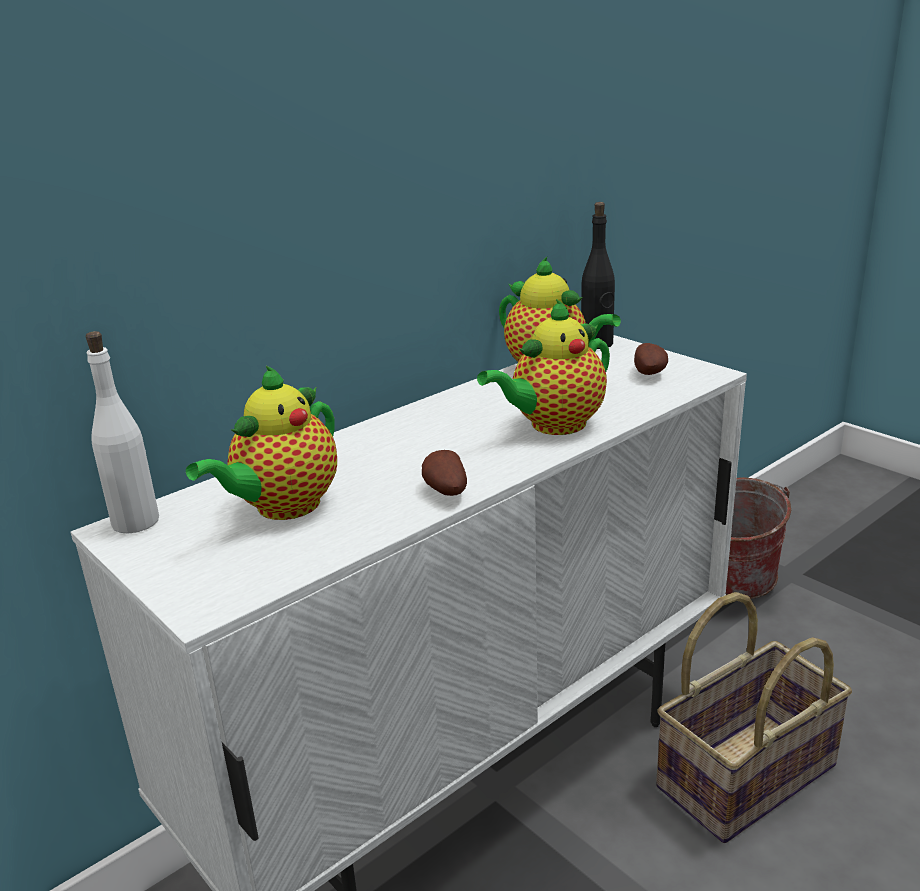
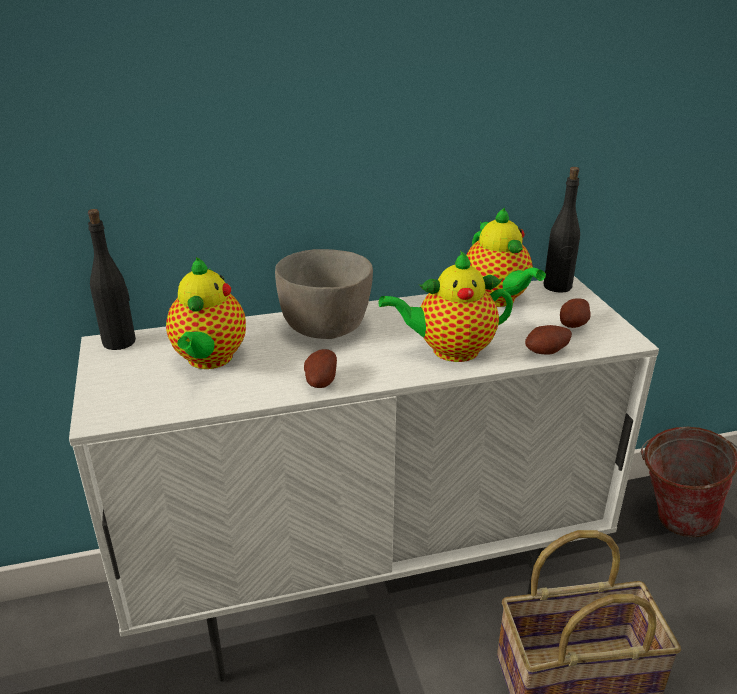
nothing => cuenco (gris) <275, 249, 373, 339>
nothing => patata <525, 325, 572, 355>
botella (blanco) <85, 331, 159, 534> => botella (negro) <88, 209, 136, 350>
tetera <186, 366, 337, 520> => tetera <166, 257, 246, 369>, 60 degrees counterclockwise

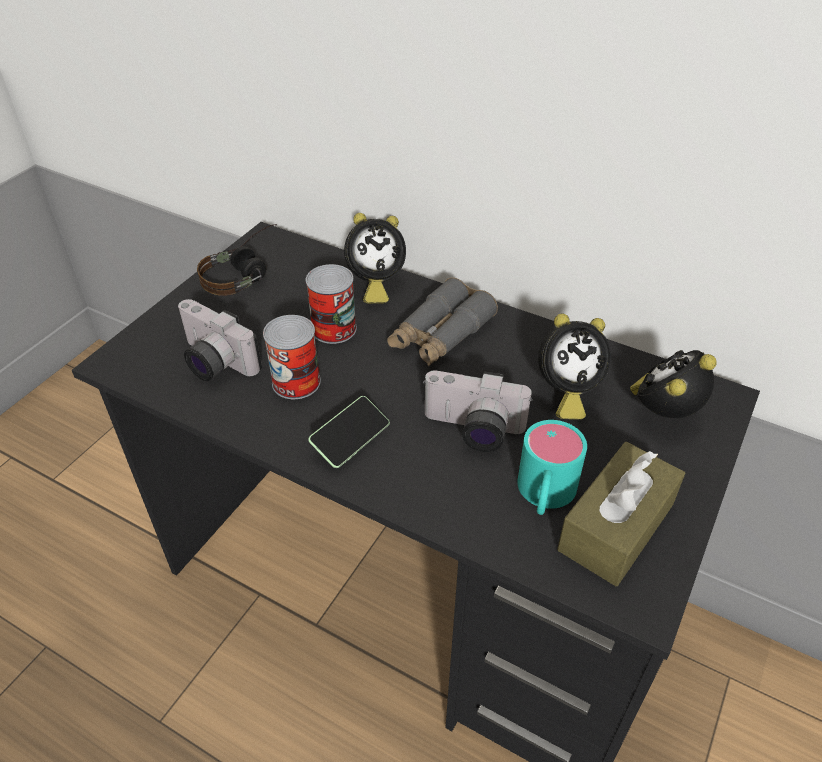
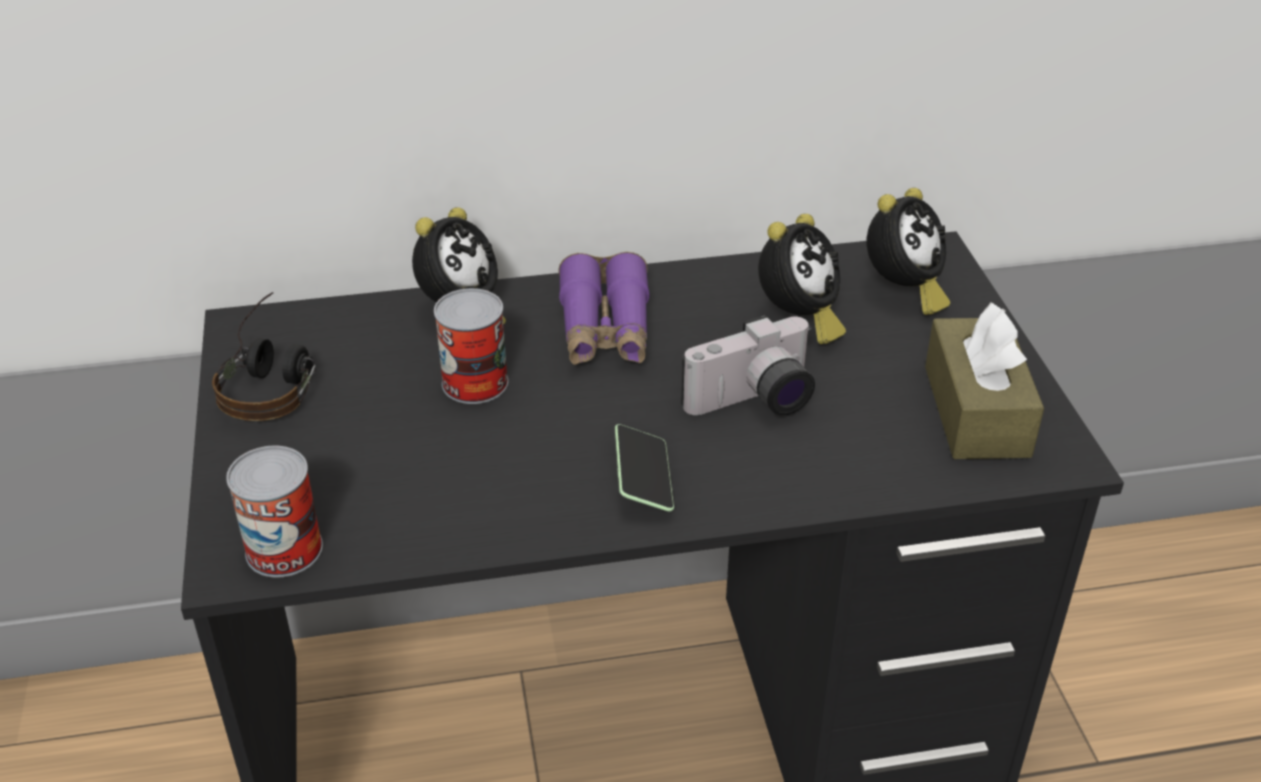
cámara <178, 299, 262, 381> => nothing
taza grande (turquesa) <517, 420, 587, 515> => nothing
lata <263, 315, 321, 399> => lata <226, 446, 323, 578>, move
prismáticos (gris) <387, 277, 498, 366> => prismáticos (morado) <558, 252, 649, 365>
despertador <630, 350, 717, 418> => despertador <866, 188, 950, 315>, 150 degrees counterclockwise

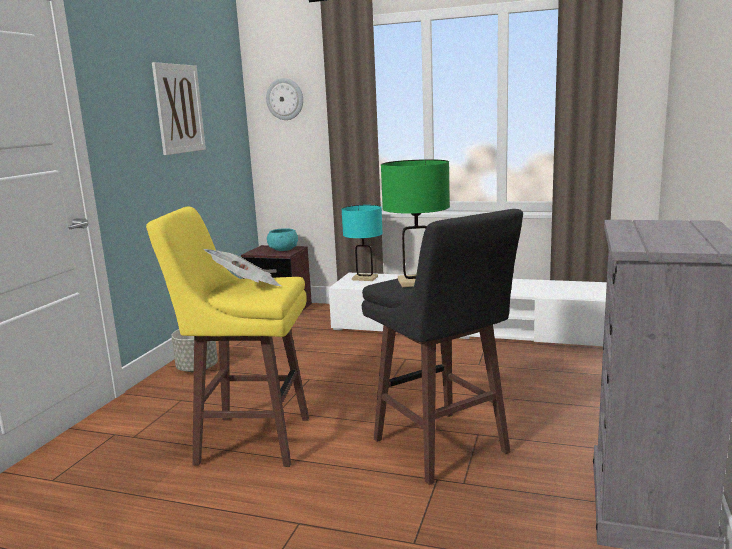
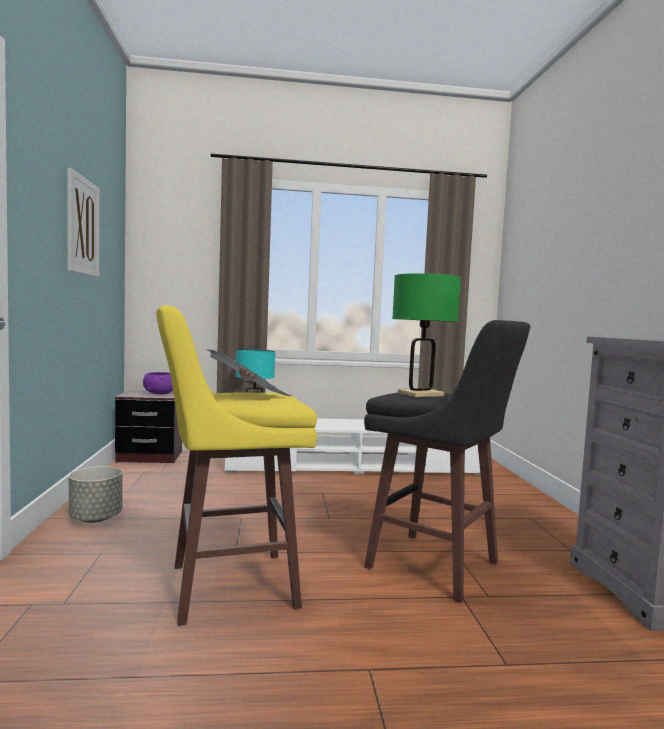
reloj de pared <266, 78, 303, 120> => nothing
cuenco (turquesa) <267, 228, 298, 251> => cuenco (morado) <143, 372, 173, 394>

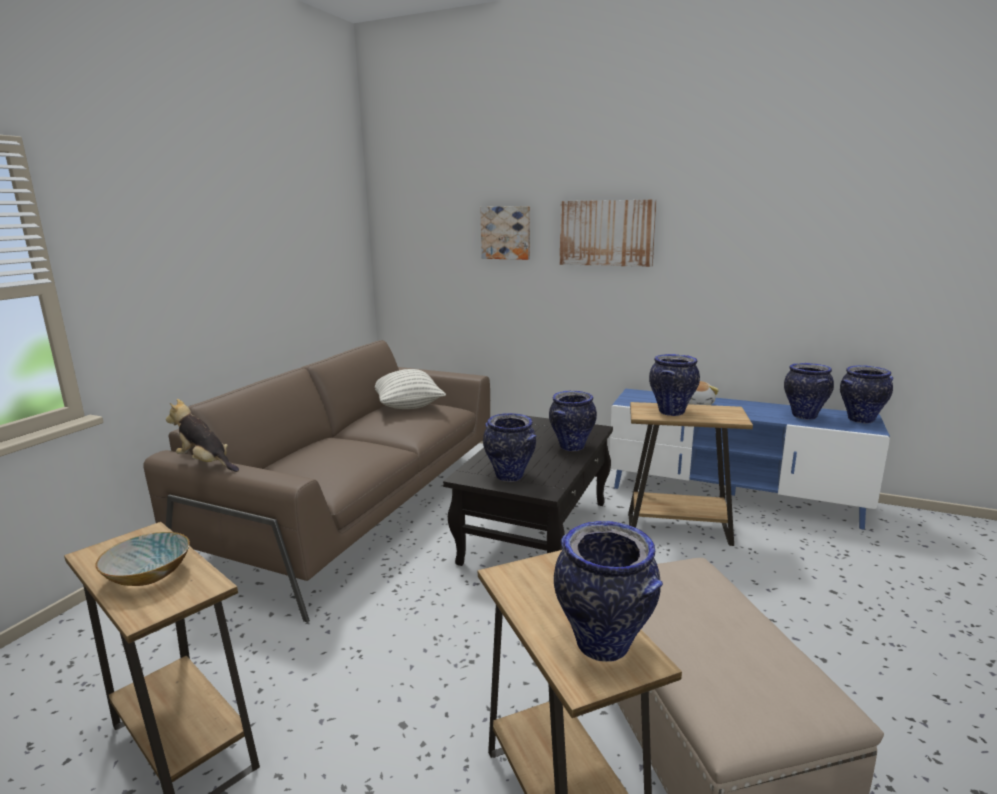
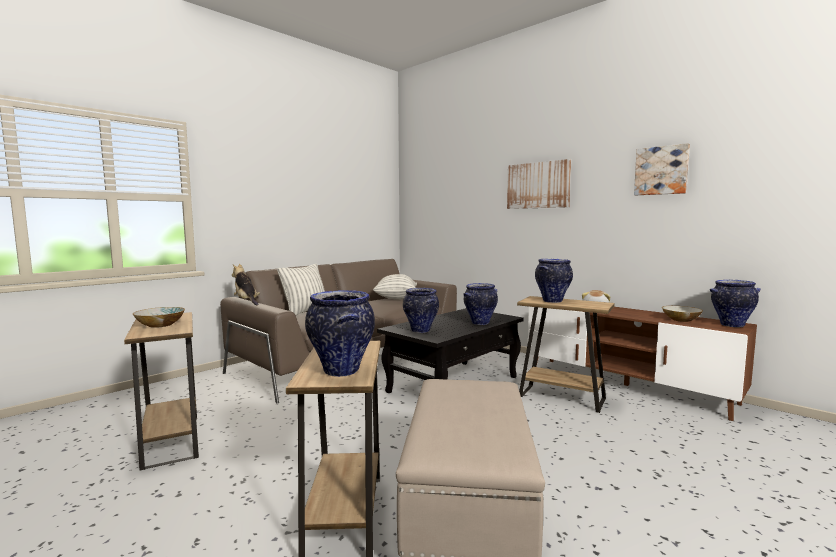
nothing => cojín <277, 264, 325, 315>
cuadro <480, 206, 530, 260> => cuadro <634, 143, 690, 195>, move
florero <784, 363, 834, 420> => cuenco <662, 306, 703, 322>
mueble de televisión (azul) <609, 389, 890, 530> => mueble de televisión (marrón) <528, 307, 757, 421>

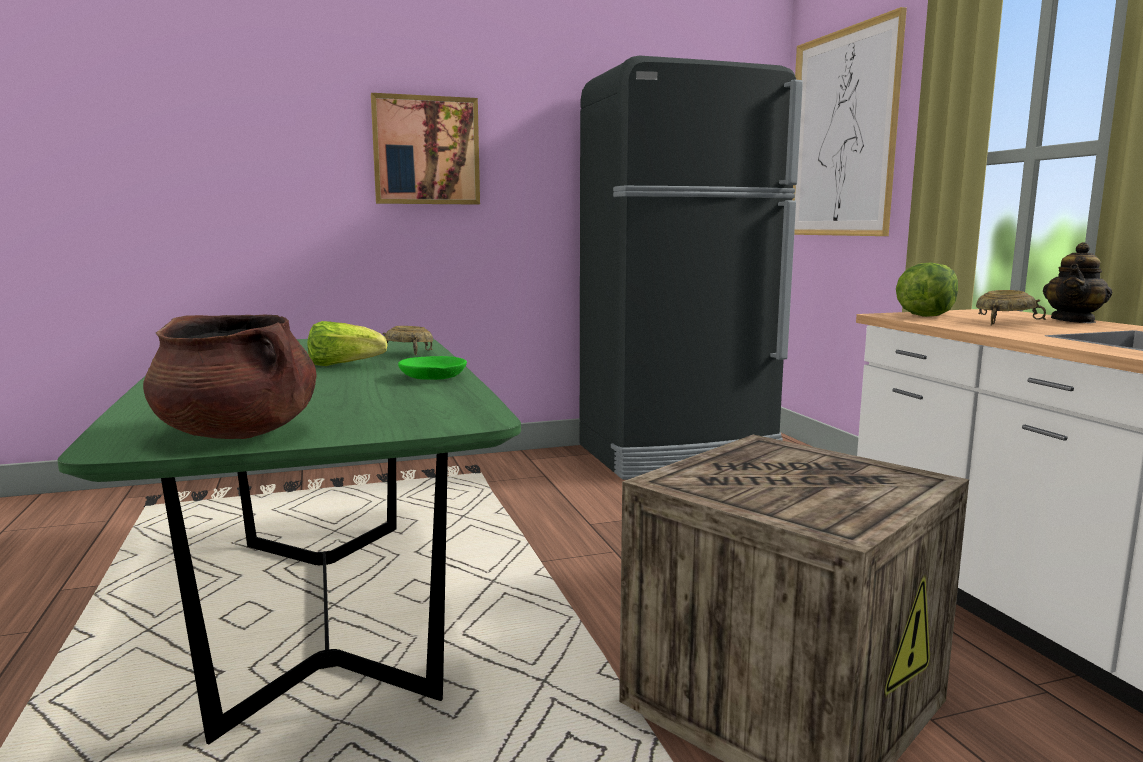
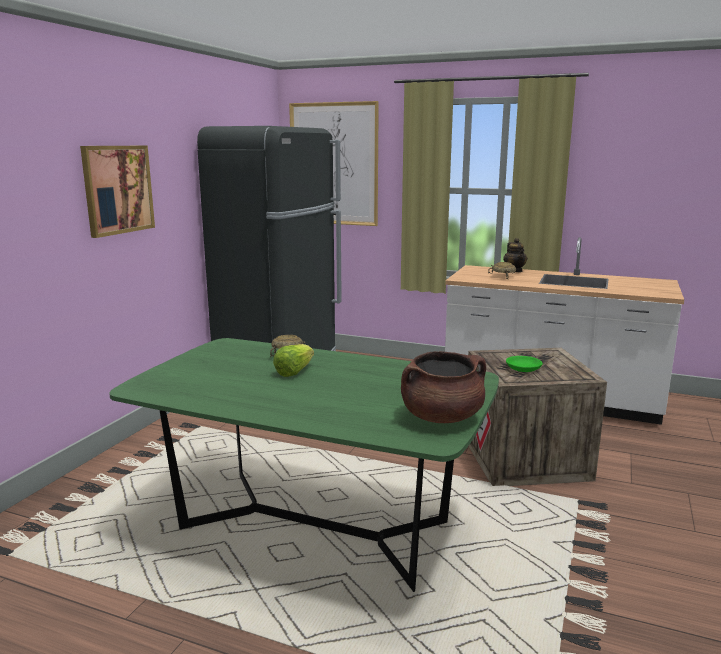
lechuga <896, 262, 958, 317> => nothing
cuenco (verde) <398, 356, 467, 380> => cuenco (verde) <506, 356, 543, 372>, move

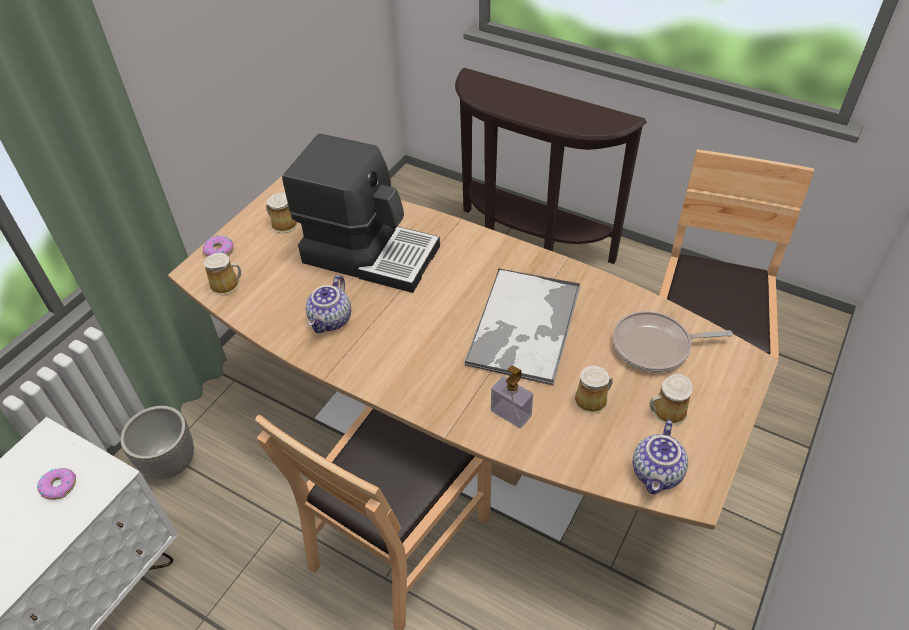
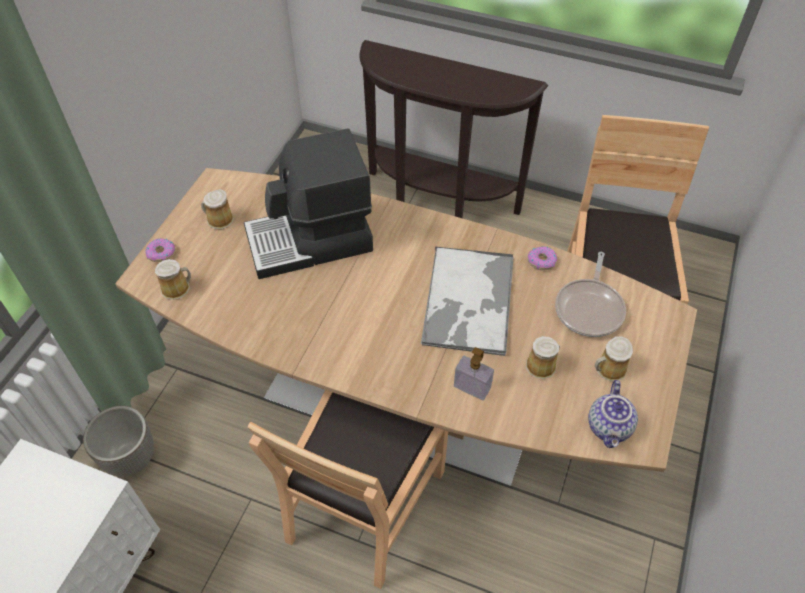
tetera <306, 275, 351, 333> => nothing
rosquilla <37, 468, 76, 500> => rosquilla <527, 246, 557, 270>, move
cafetera <282, 133, 440, 293> => cafetera <244, 129, 373, 279>, 150 degrees clockwise
sartén <613, 311, 733, 372> => sartén <555, 252, 626, 337>, 60 degrees counterclockwise

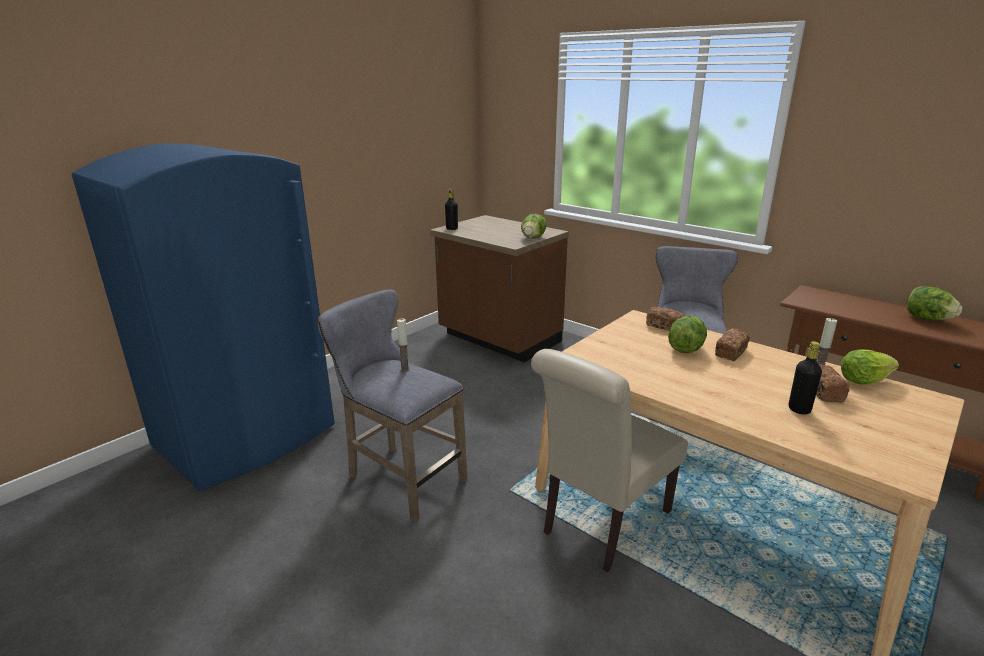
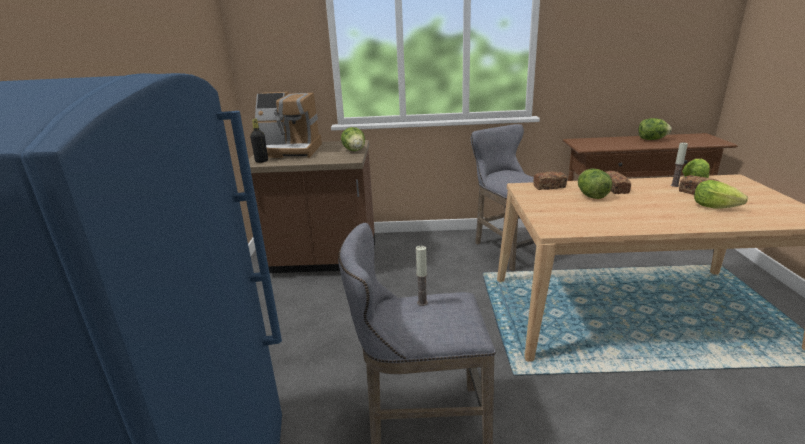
silla (beis) <531, 349, 688, 573> => nothing
nothing => cafetera <255, 92, 322, 158>
botella (negro) <789, 341, 822, 415> => lechuga <694, 180, 748, 209>

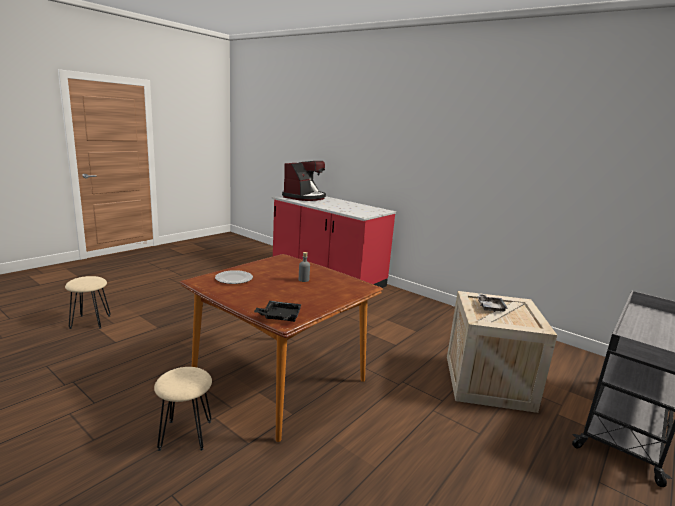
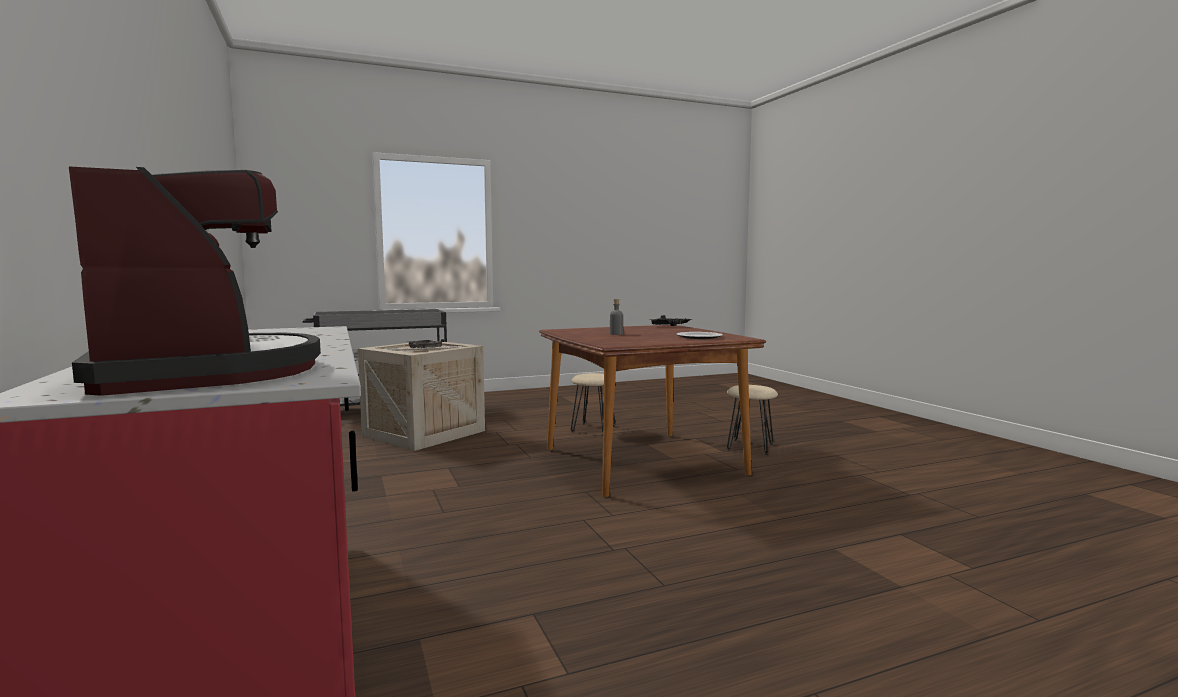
taburete (beis) <65, 276, 110, 329> => taburete (beis) <571, 373, 616, 433>, move
cafetera <282, 161, 326, 201> => cafetera <69, 166, 321, 396>, 90 degrees clockwise

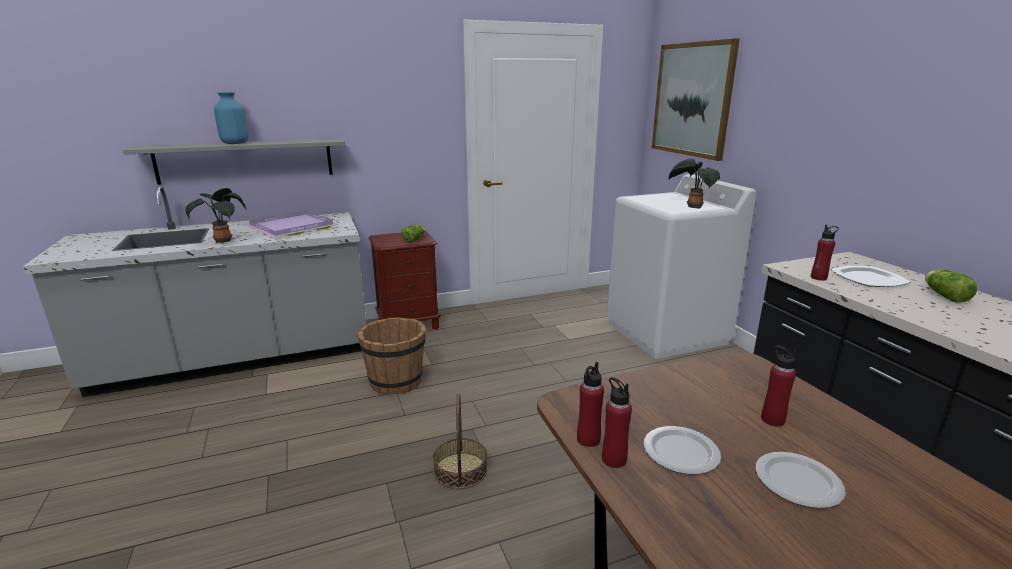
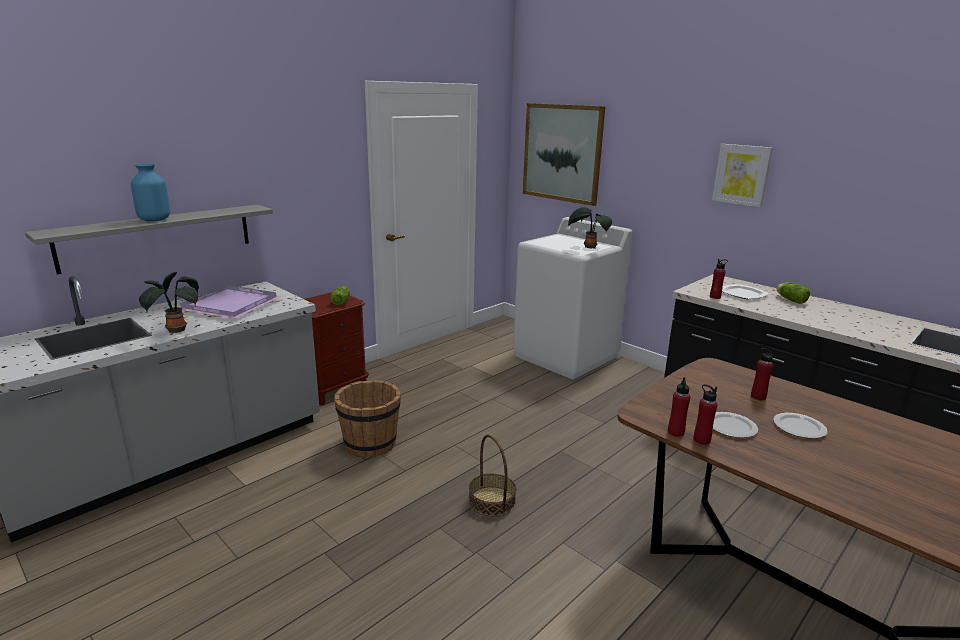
nothing => cuadro <712, 144, 773, 207>

